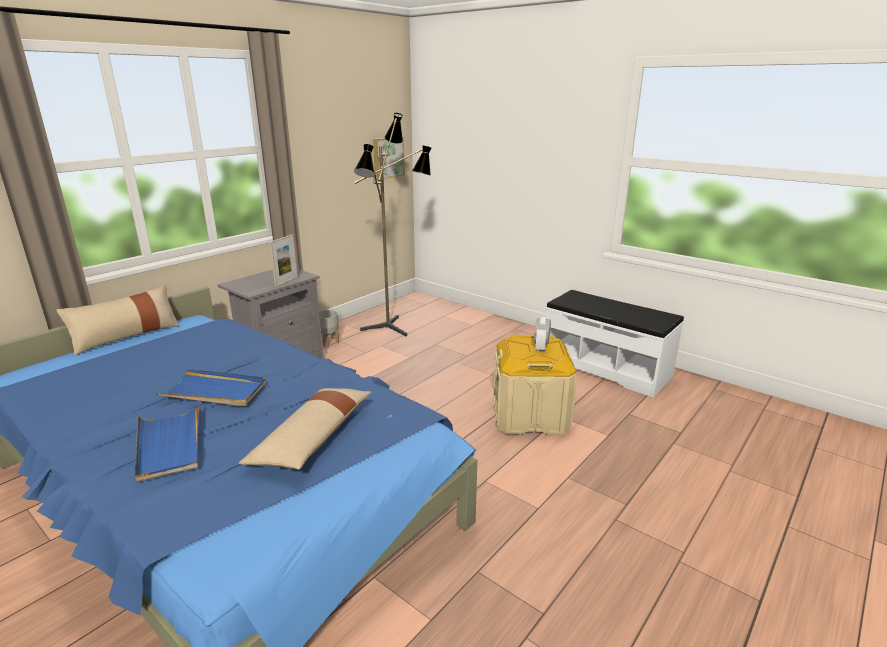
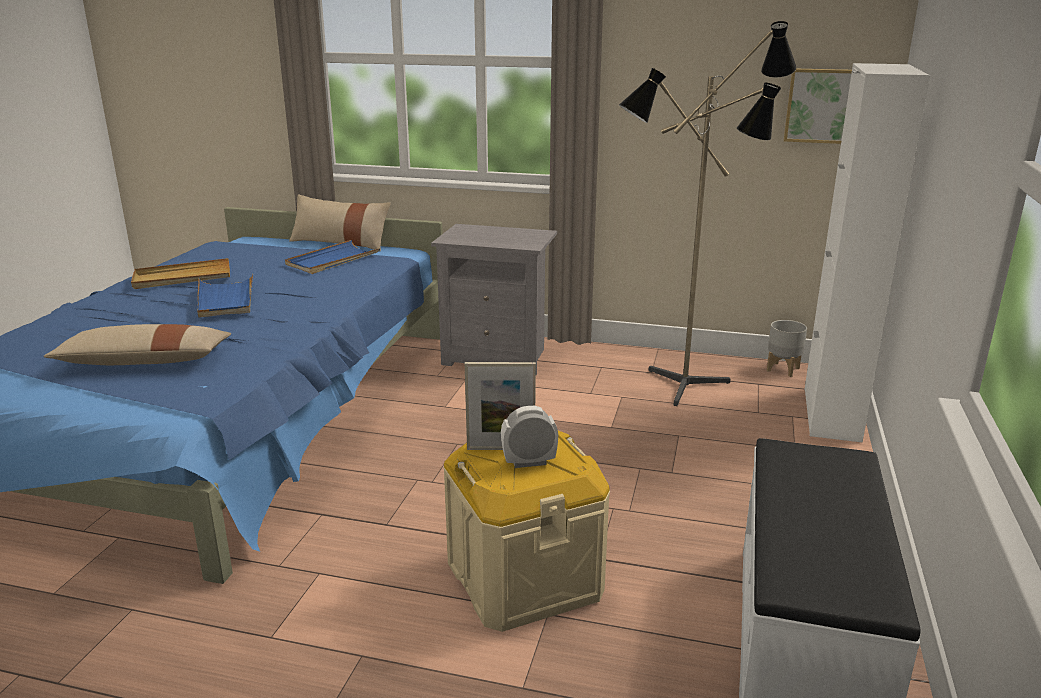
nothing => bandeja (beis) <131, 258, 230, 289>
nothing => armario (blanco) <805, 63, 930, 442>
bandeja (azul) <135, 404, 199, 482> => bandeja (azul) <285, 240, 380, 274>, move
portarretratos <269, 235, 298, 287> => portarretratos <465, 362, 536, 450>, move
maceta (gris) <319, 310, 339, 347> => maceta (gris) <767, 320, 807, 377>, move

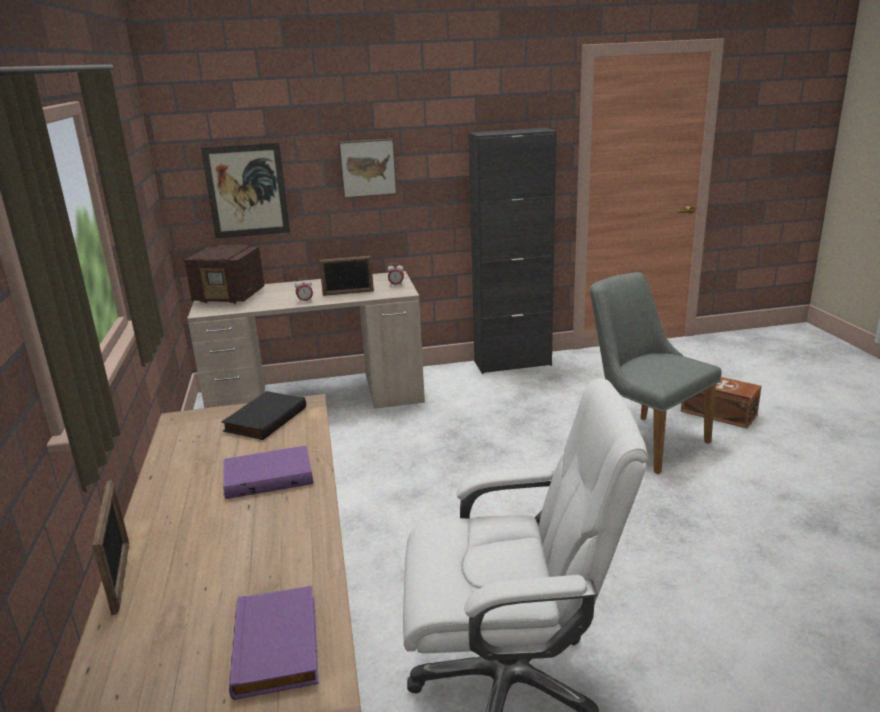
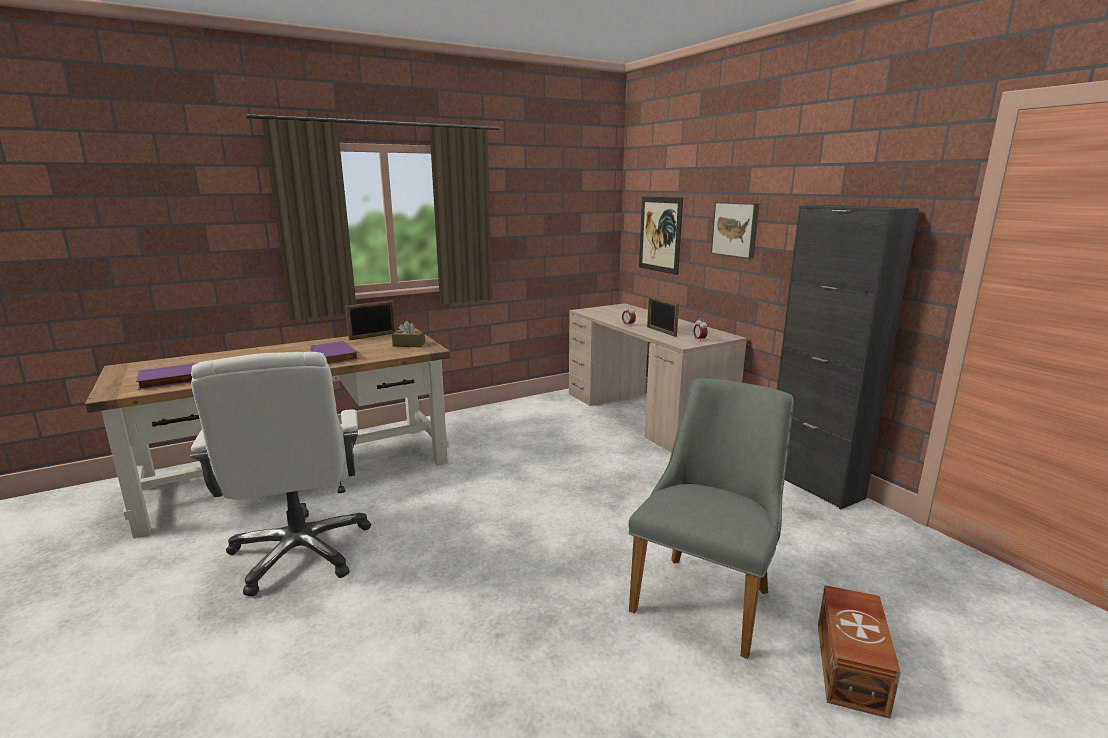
radio <184, 245, 264, 304> => nothing
portarretratos <92, 481, 129, 615> => portarretratos <345, 300, 396, 340>, move
libro (negro) <221, 391, 306, 440> => caja de pañuelos (marrón) <392, 321, 425, 347>

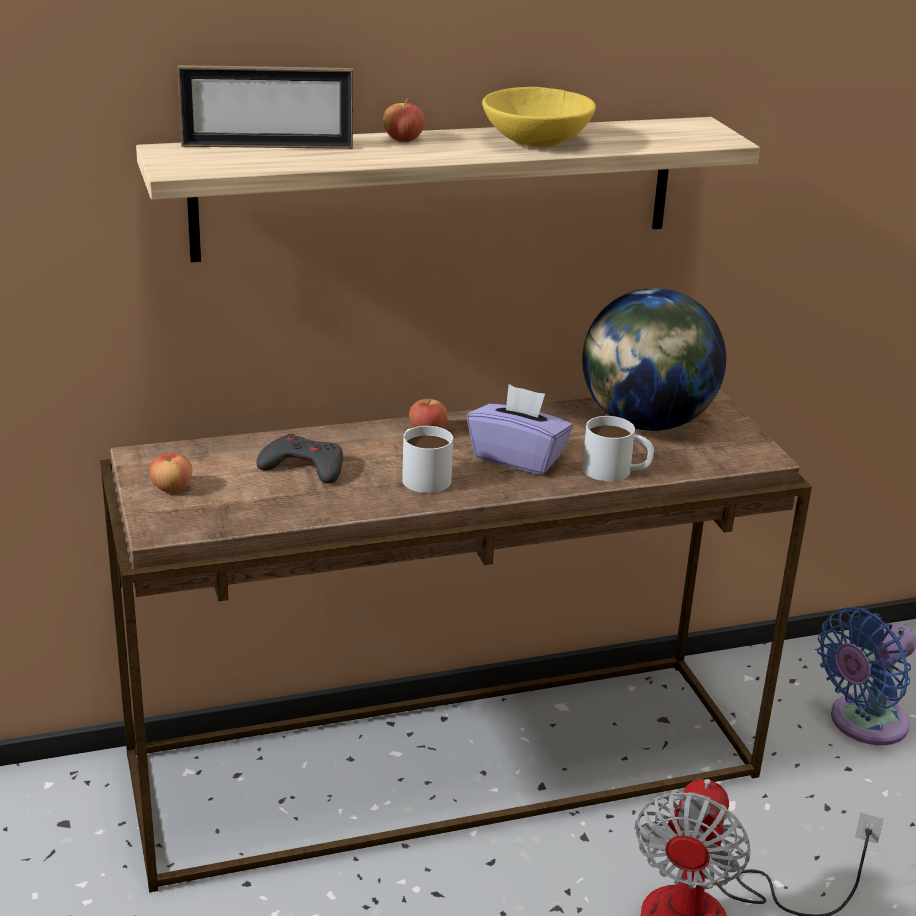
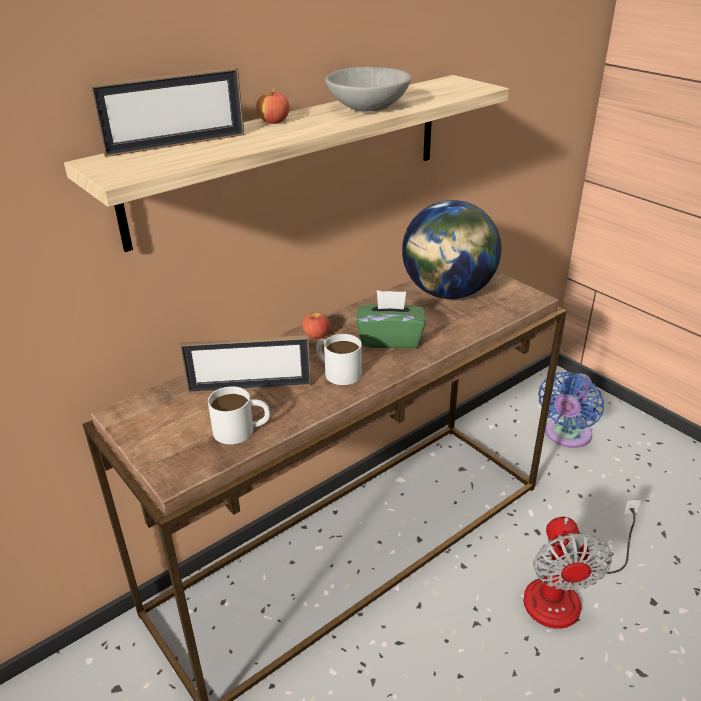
manzana <150, 451, 192, 493> => nothing
taza grande (blanco) <582, 416, 654, 481> => taza grande (blanco) <208, 386, 270, 444>, move
mando de consola (gris) <256, 433, 343, 483> => portarretratos <180, 335, 311, 393>
caja de pañuelos (morado) <467, 384, 573, 475> => caja de pañuelos (verde) <355, 290, 426, 349>
cuenco (amarillo) <482, 87, 596, 147> => cuenco (gris) <325, 67, 411, 112>

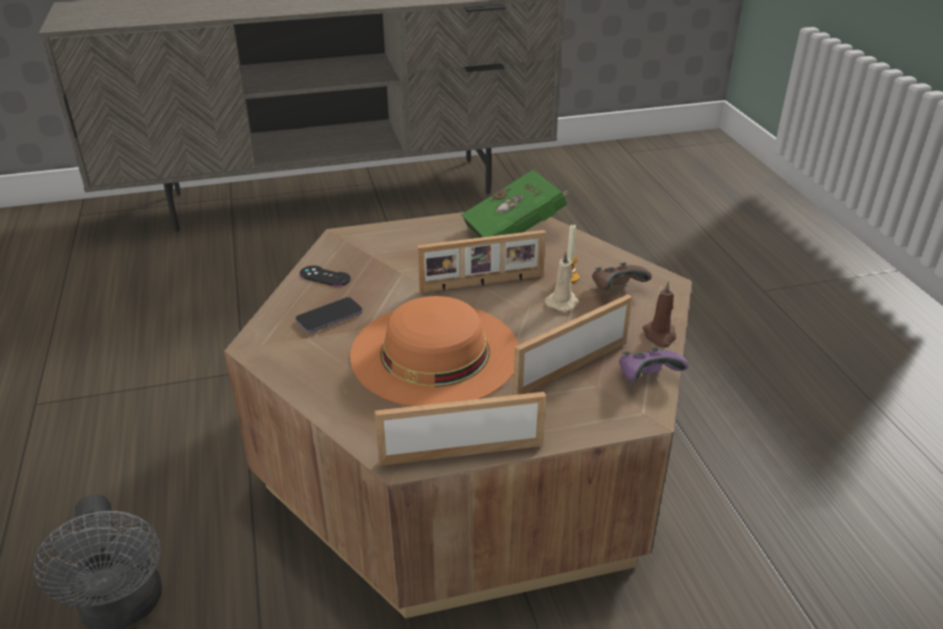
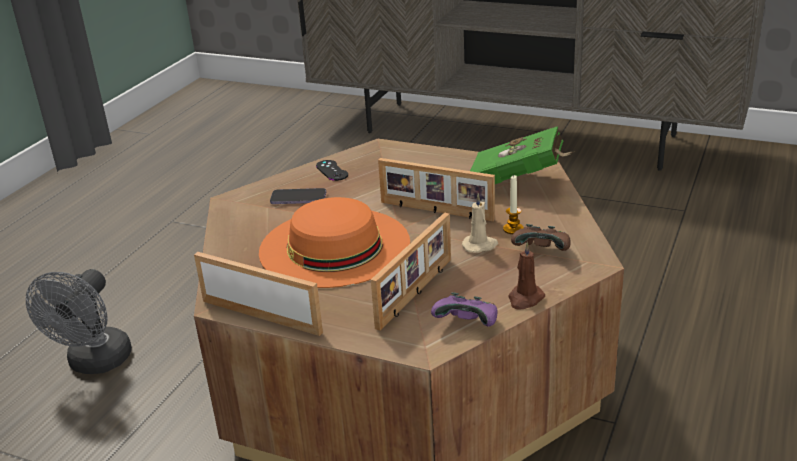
portarretratos <513, 294, 632, 395> => portarretratos <371, 212, 451, 331>, 120 degrees clockwise

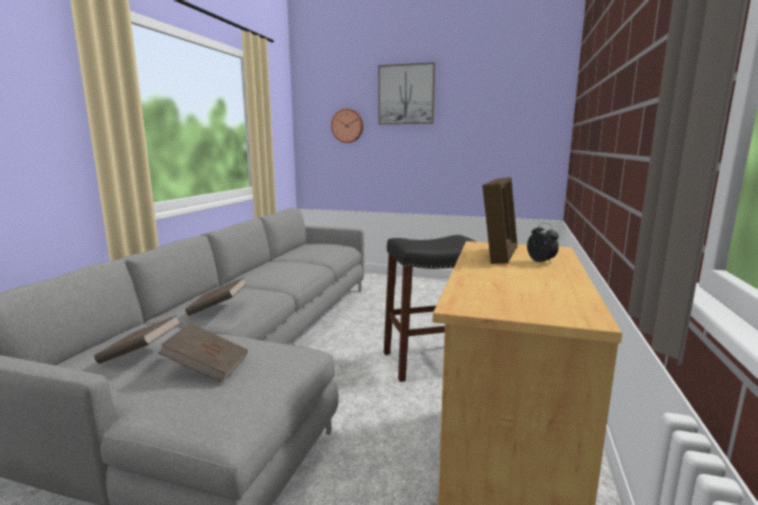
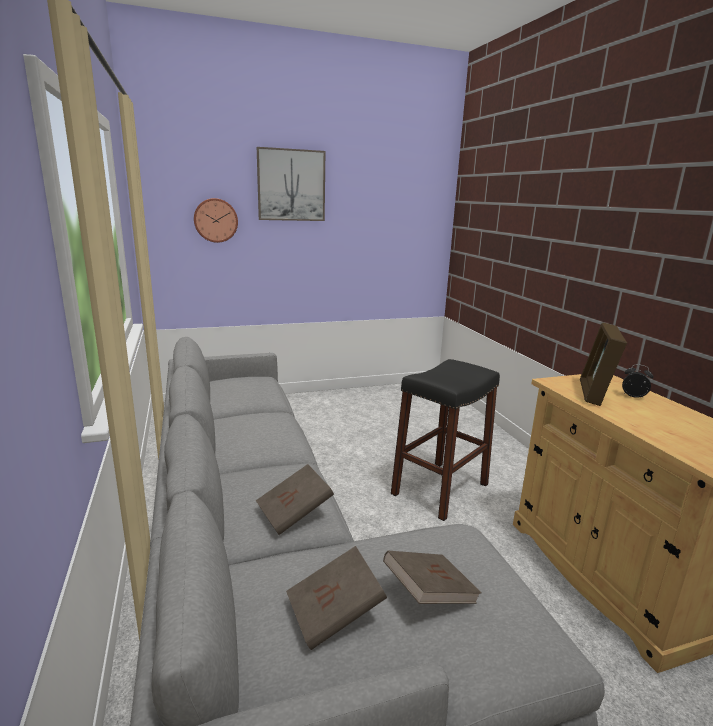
portarretratos <482, 177, 518, 264> => portarretratos <580, 322, 627, 406>, 150 degrees counterclockwise

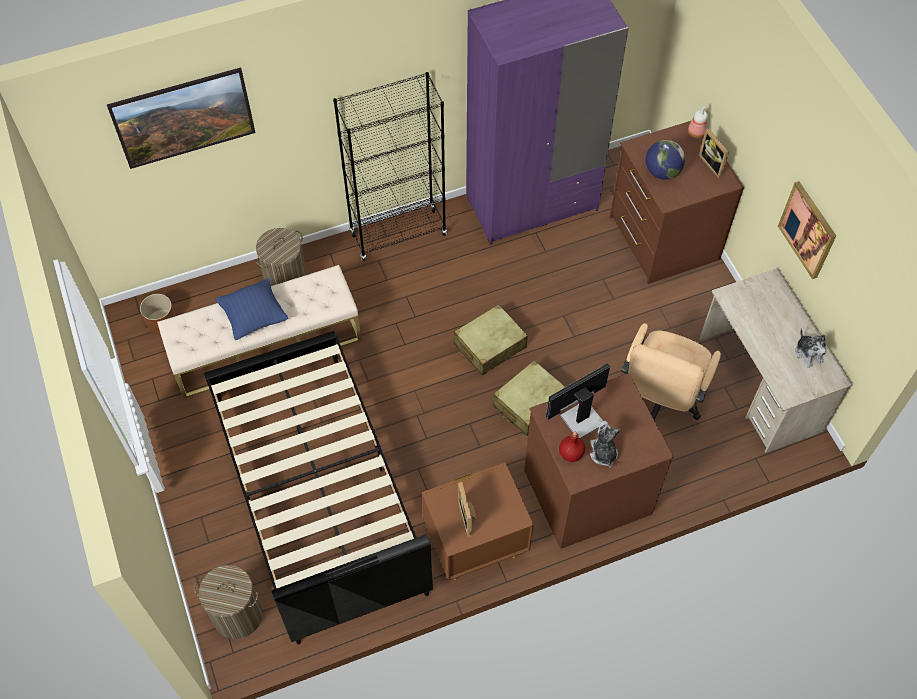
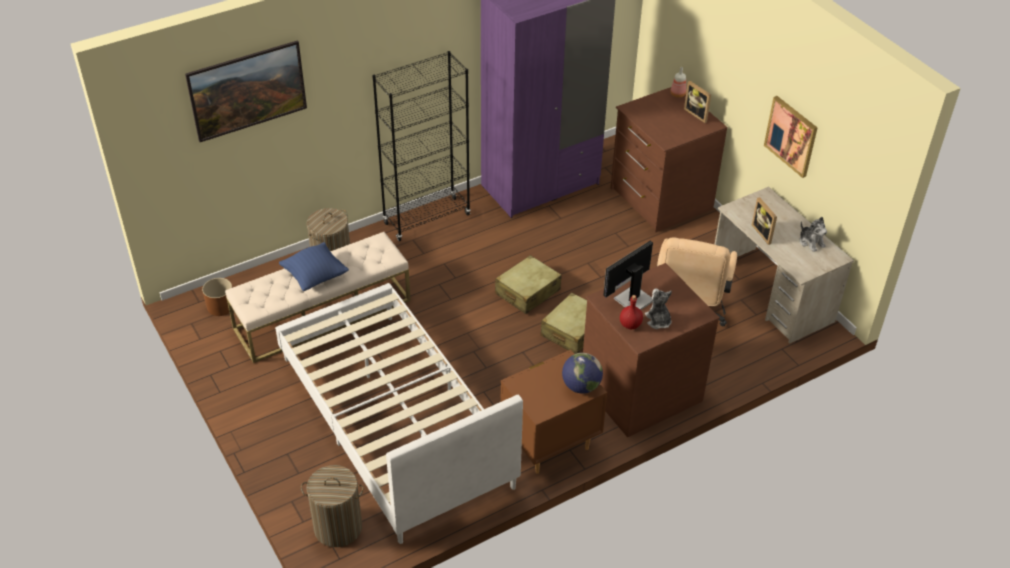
portarretratos <458, 482, 477, 537> => portarretratos <752, 197, 777, 245>, move
globo terráqueo <646, 140, 685, 179> => globo terráqueo <562, 353, 603, 394>, move
cama (negro) <204, 331, 433, 644> => cama (blanco) <275, 283, 523, 544>

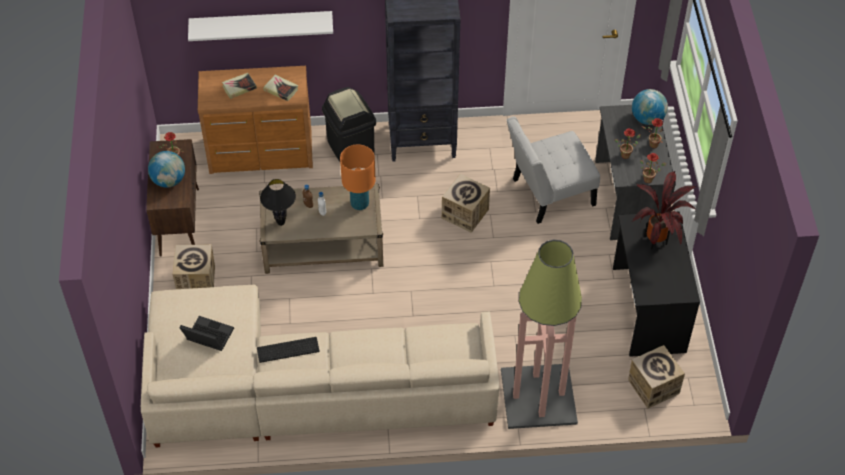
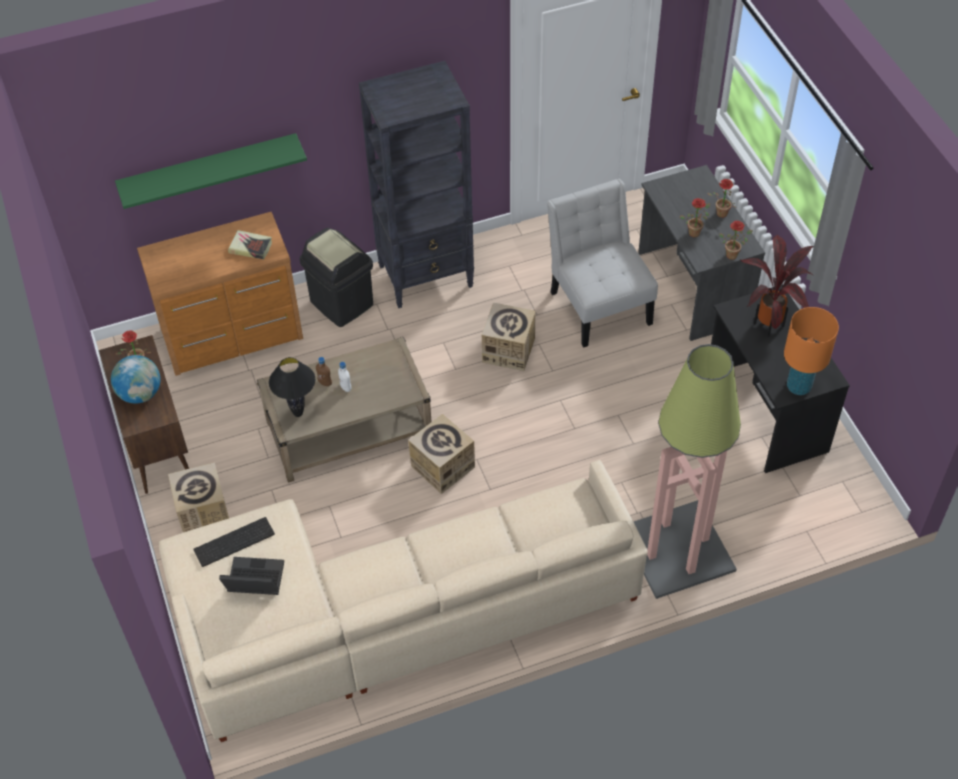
libro <222, 73, 257, 99> => nothing
globo terráqueo <632, 89, 668, 125> => nothing
teclado <257, 337, 319, 363> => teclado <193, 517, 275, 567>, move
lámpara de mesa (naranja) <340, 144, 375, 210> => lámpara de mesa (naranja) <784, 307, 839, 395>, move
caja de cartón <628, 345, 685, 409> => caja de cartón <408, 414, 475, 494>, move
estante (blanco) <188, 11, 333, 41> => estante (verde) <115, 133, 307, 209>
silla (blanco) <507, 116, 600, 224> => silla (blanco) <547, 179, 658, 348>, 105 degrees clockwise

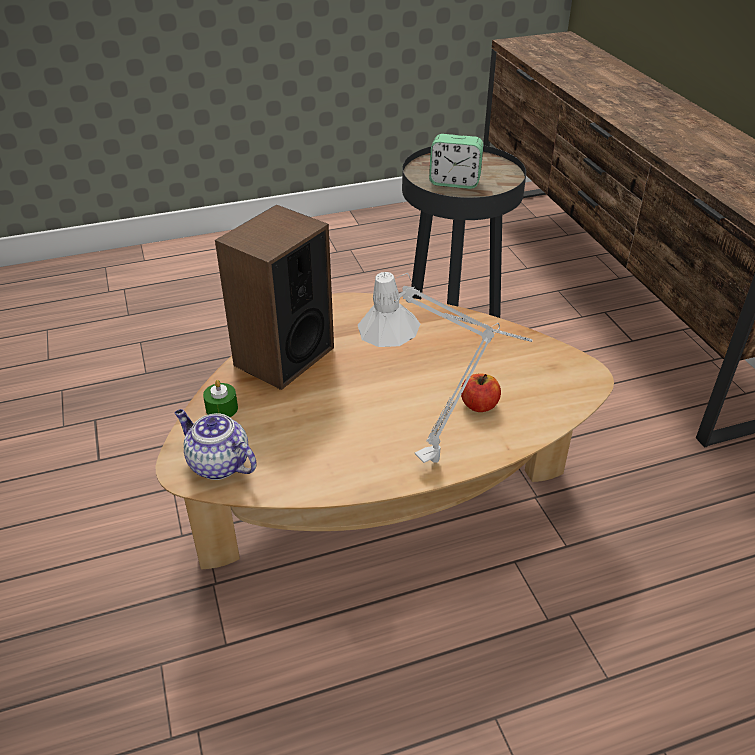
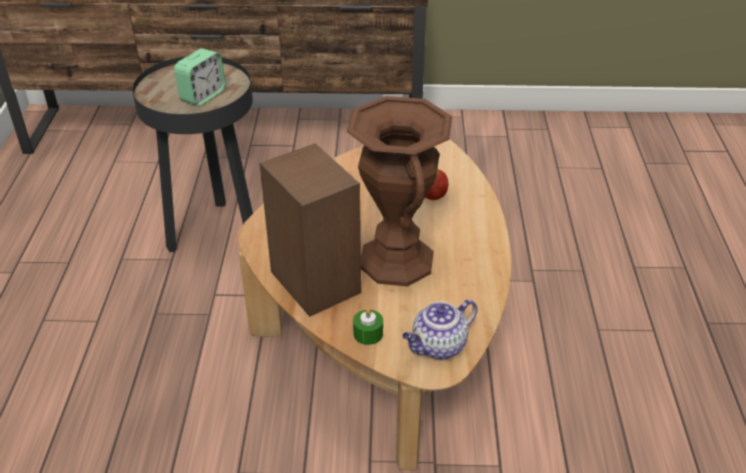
lámpara de mesa (gris) <358, 272, 533, 463> => nothing
nothing => florero (marrón) <347, 96, 452, 286>

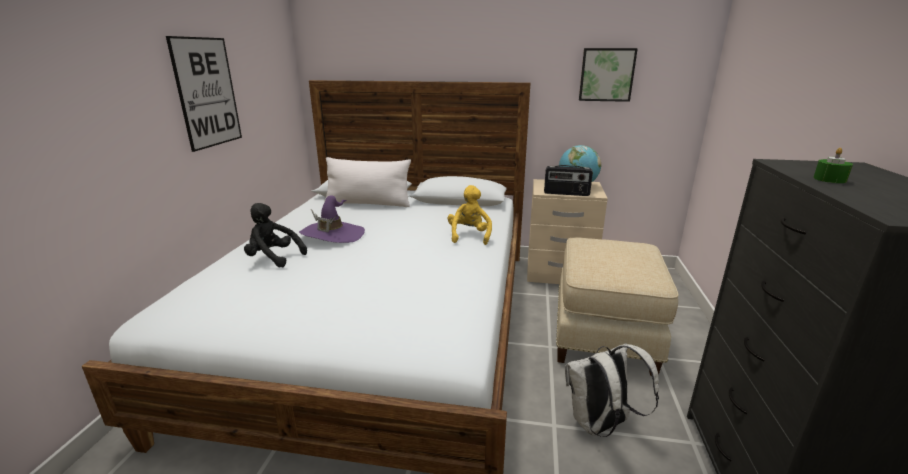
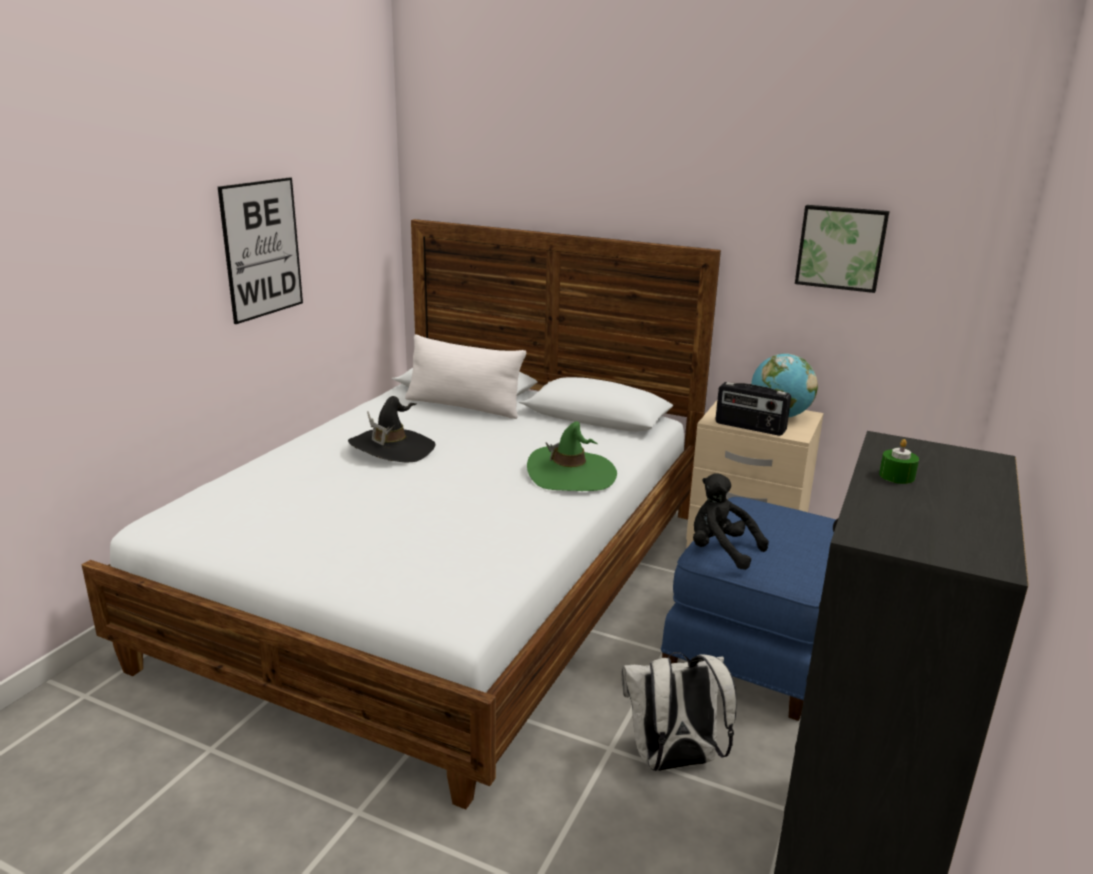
peluche (negro) <244, 203, 307, 268> => peluche (negro) <693, 473, 769, 570>, move
peluche (amarillo) <447, 185, 492, 245> => sombrero (verde) <527, 421, 617, 491>
sombrero (morado) <299, 195, 365, 243> => sombrero (negro) <348, 396, 436, 462>
puf (beis) <556, 238, 679, 376> => puf (azul) <661, 497, 836, 721>

